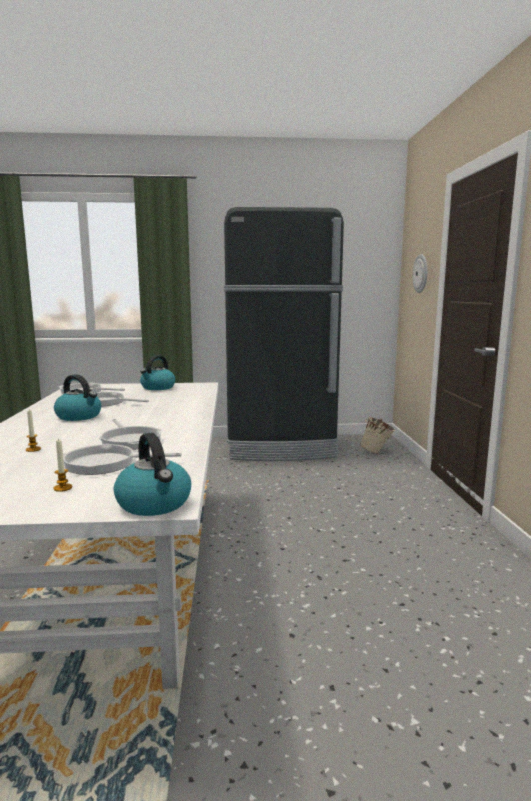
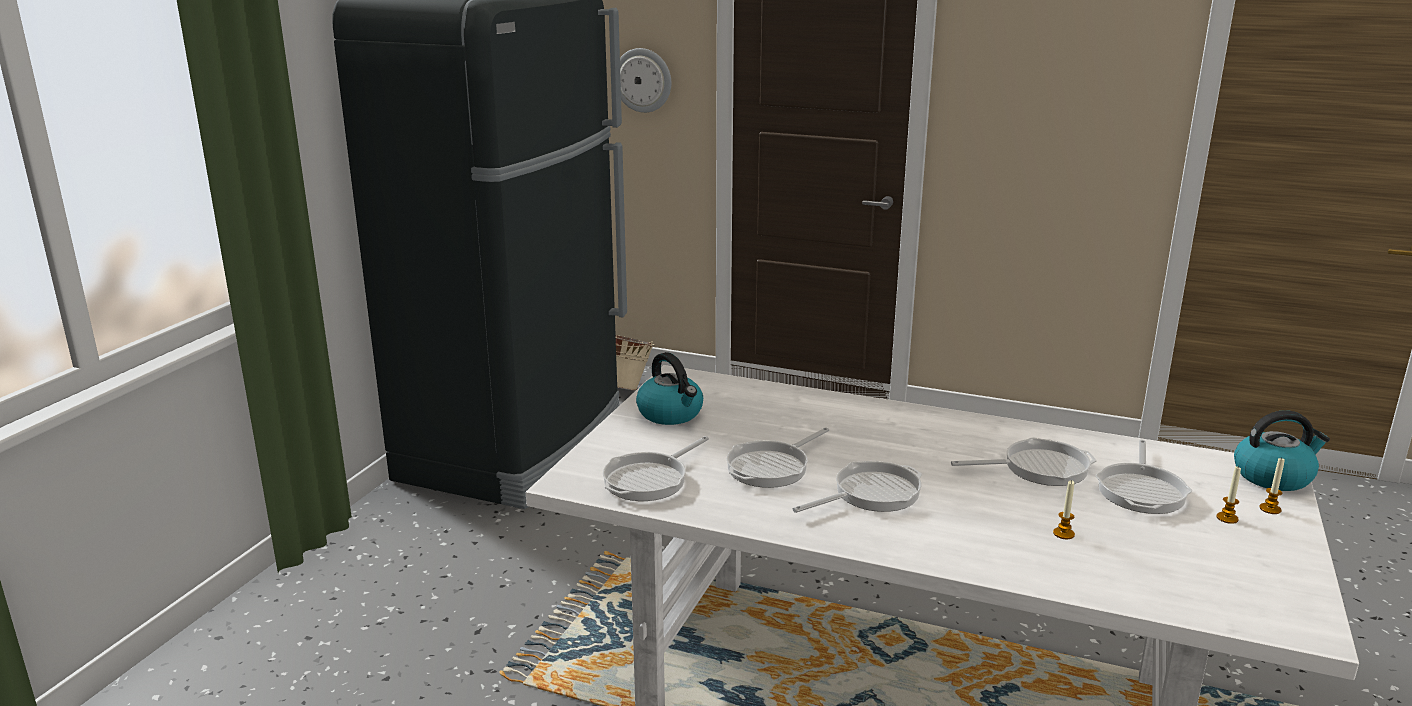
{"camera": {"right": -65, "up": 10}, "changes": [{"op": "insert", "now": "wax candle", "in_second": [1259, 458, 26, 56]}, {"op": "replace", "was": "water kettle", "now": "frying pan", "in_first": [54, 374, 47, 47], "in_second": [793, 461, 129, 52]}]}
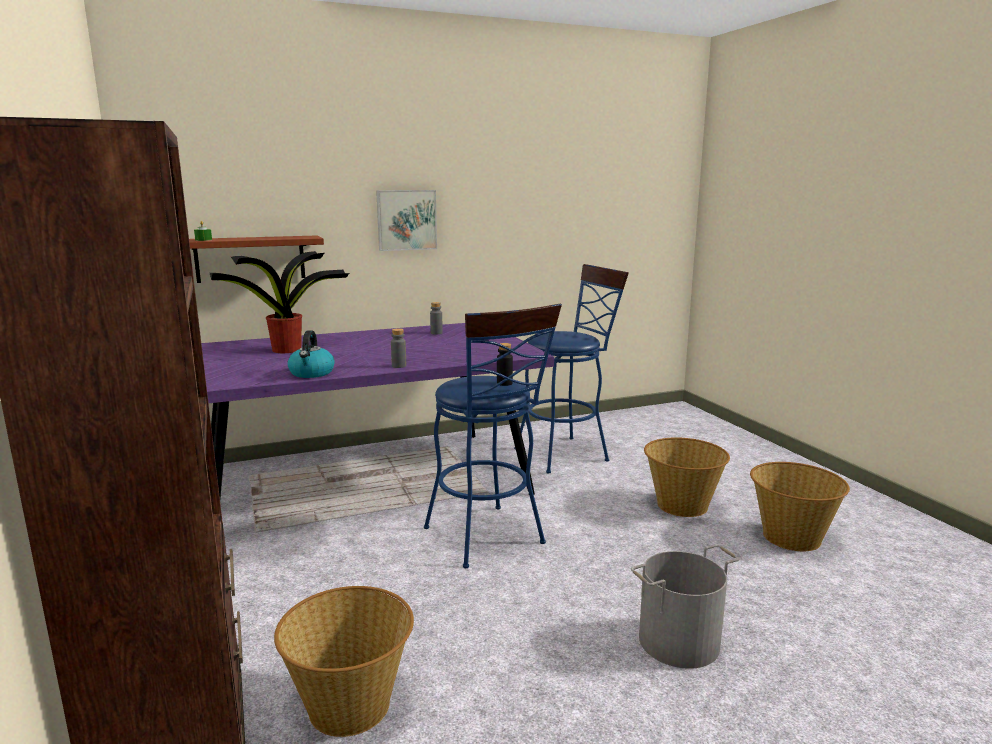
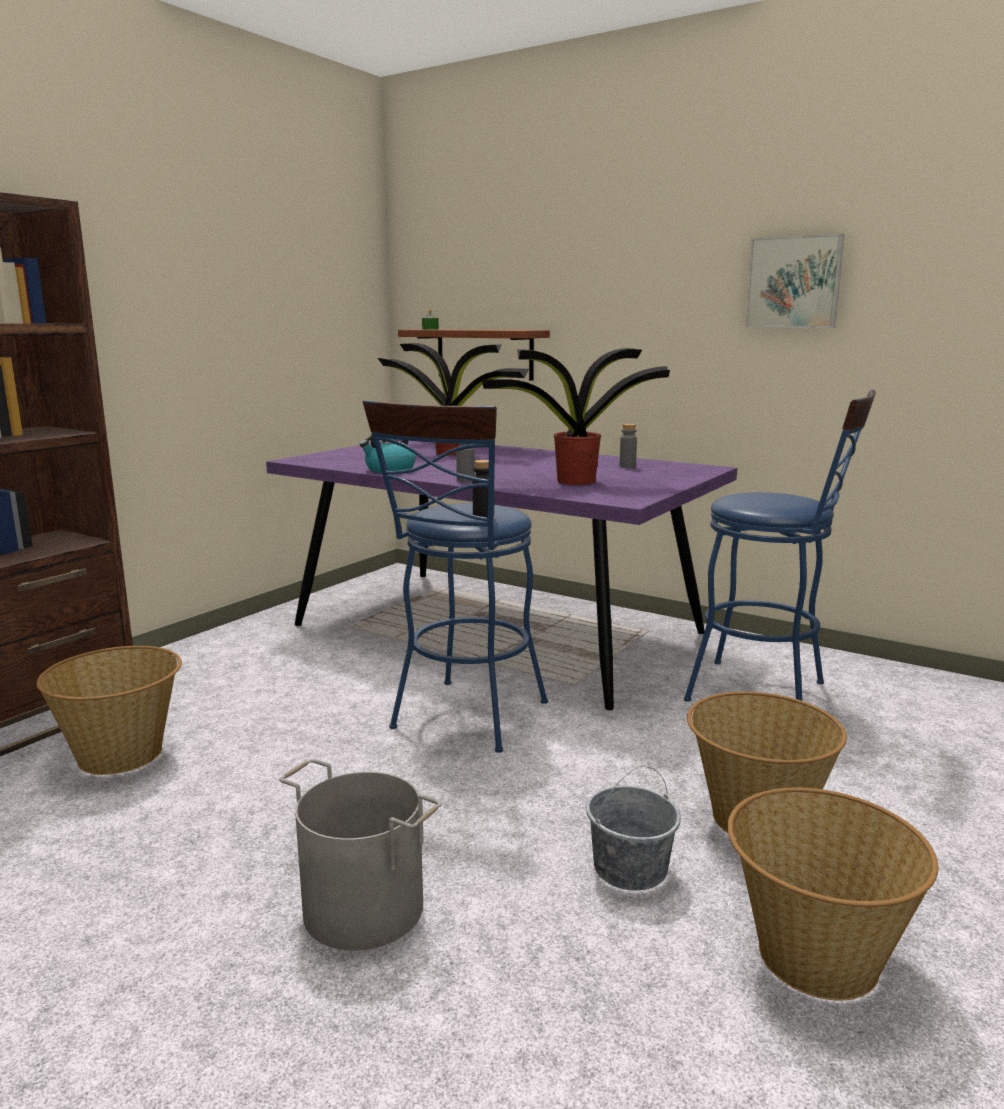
{"camera": {"right": 55, "up": 0}, "changes": [{"op": "insert", "now": "potted plant", "in_second": [482, 348, 188, 137]}, {"op": "insert", "now": "pail/gray", "in_second": [586, 766, 95, 125]}, {"op": "move", "was": "picture", "in_first": [376, 190, 61, 61], "in_second": [745, 234, 100, 94]}]}
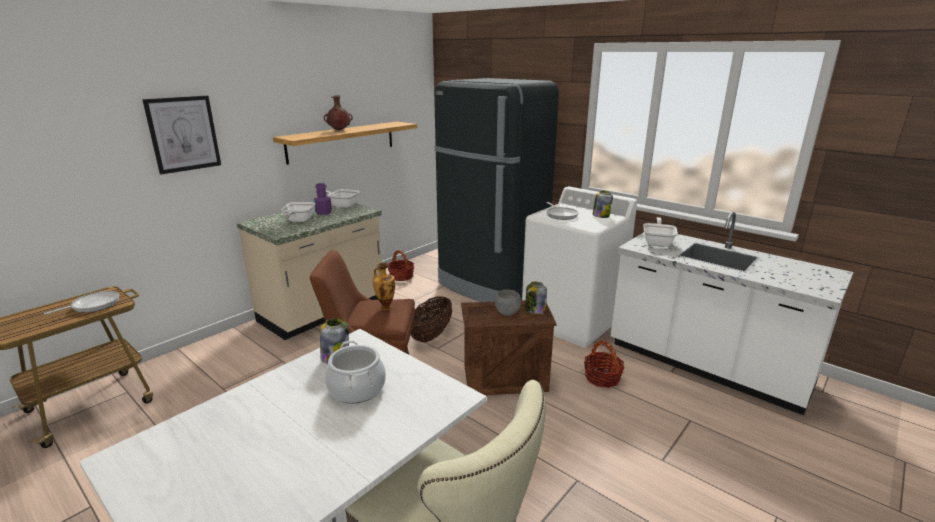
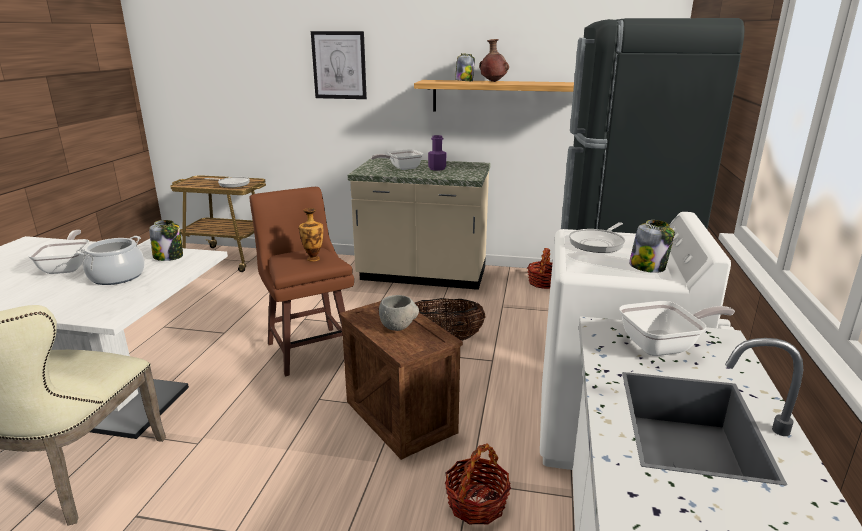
{"camera": {"right": 60, "up": 0}, "changes": [{"op": "move", "was": "frying pan", "in_first": [315, 189, 45, 19], "in_second": [28, 230, 61, 44]}, {"op": "move", "was": "storage jar", "in_first": [525, 282, 22, 32], "in_second": [455, 53, 20, 28]}]}
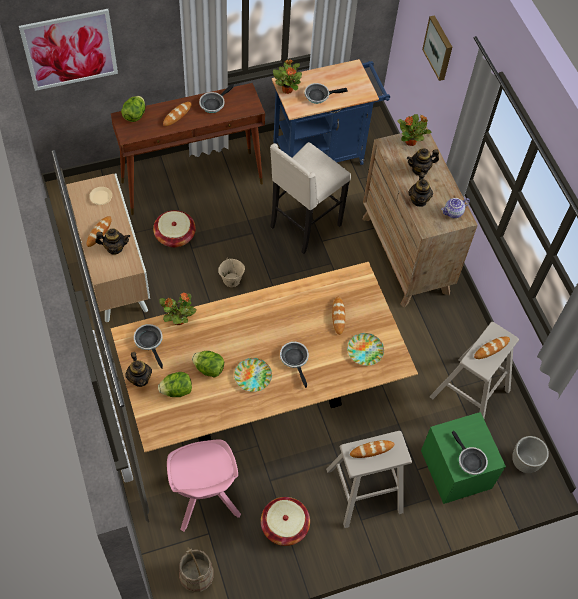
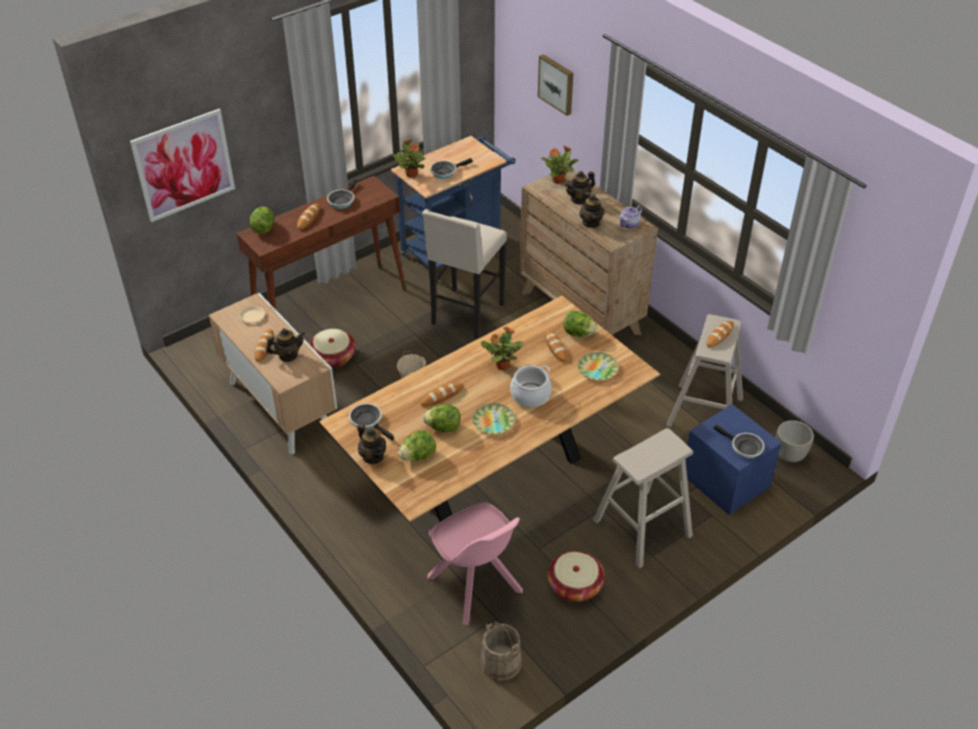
{"camera": {"right": -15, "up": -15}, "changes": [{"op": "insert", "now": "lettuce head", "in_second": [564, 311, 34, 26]}, {"op": "move", "was": "potted plant", "in_first": [159, 292, 38, 33], "in_second": [481, 327, 43, 43]}, {"op": "move", "was": "bakery bread", "in_first": [350, 440, 44, 18], "in_second": [421, 383, 42, 24]}, {"op": "replace", "was": "frying pan", "now": "cooking pot", "in_first": [280, 342, 29, 46], "in_second": [510, 365, 41, 42]}, {"op": "recolor", "was": "night table/greenish", "now": "night table/blue-coloured", "in_first": [421, 412, 85, 92], "in_second": [685, 404, 97, 111]}]}
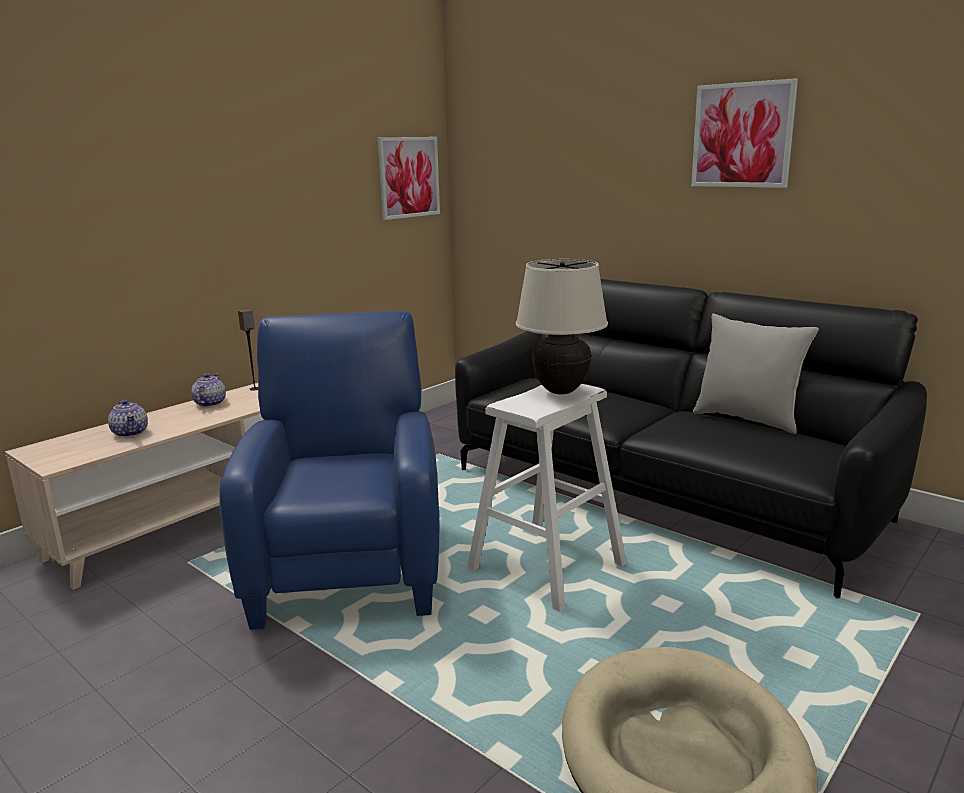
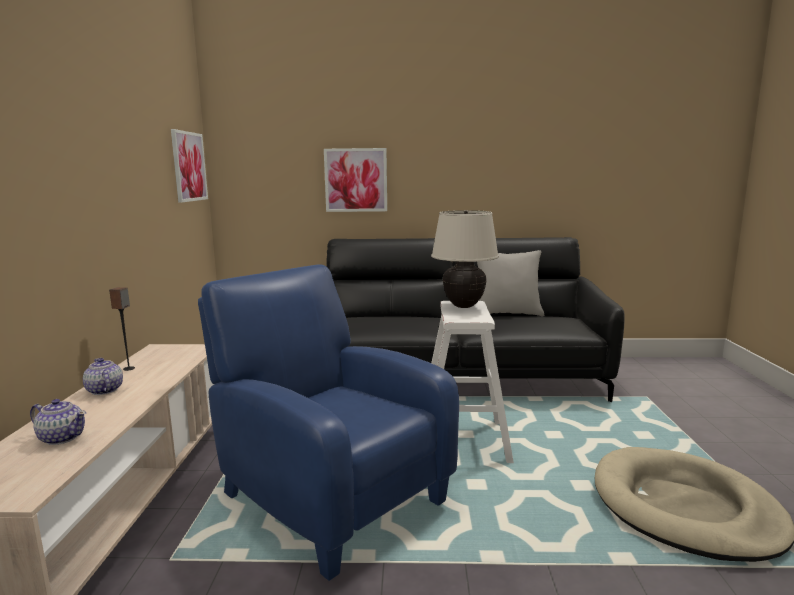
{"camera": {"right": -40, "up": -5}, "changes": [{"op": "move", "was": "picture", "in_first": [691, 78, 107, 110], "in_second": [324, 148, 63, 64]}]}
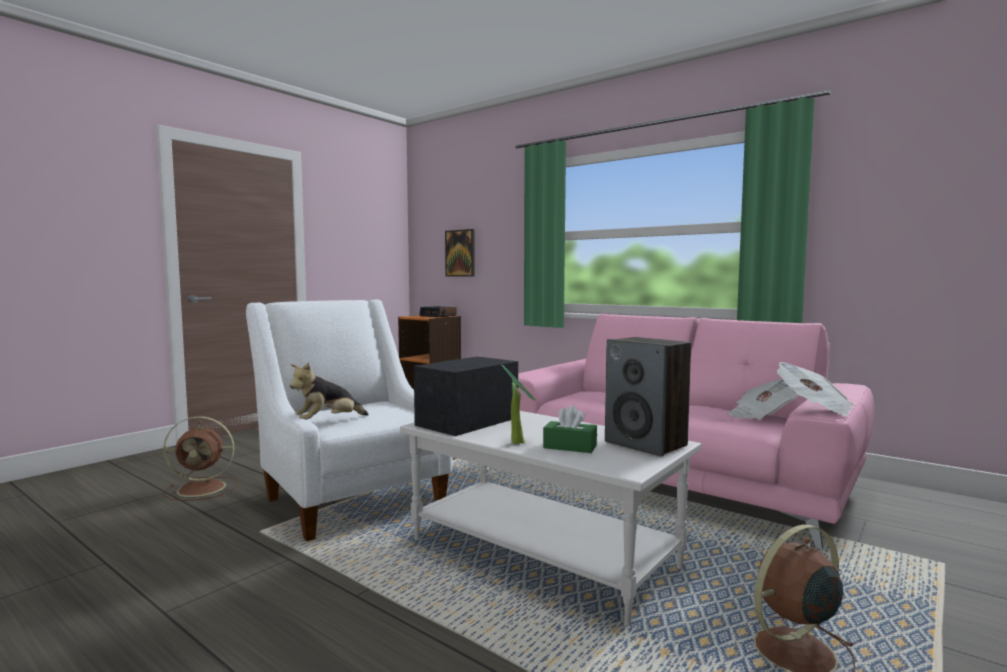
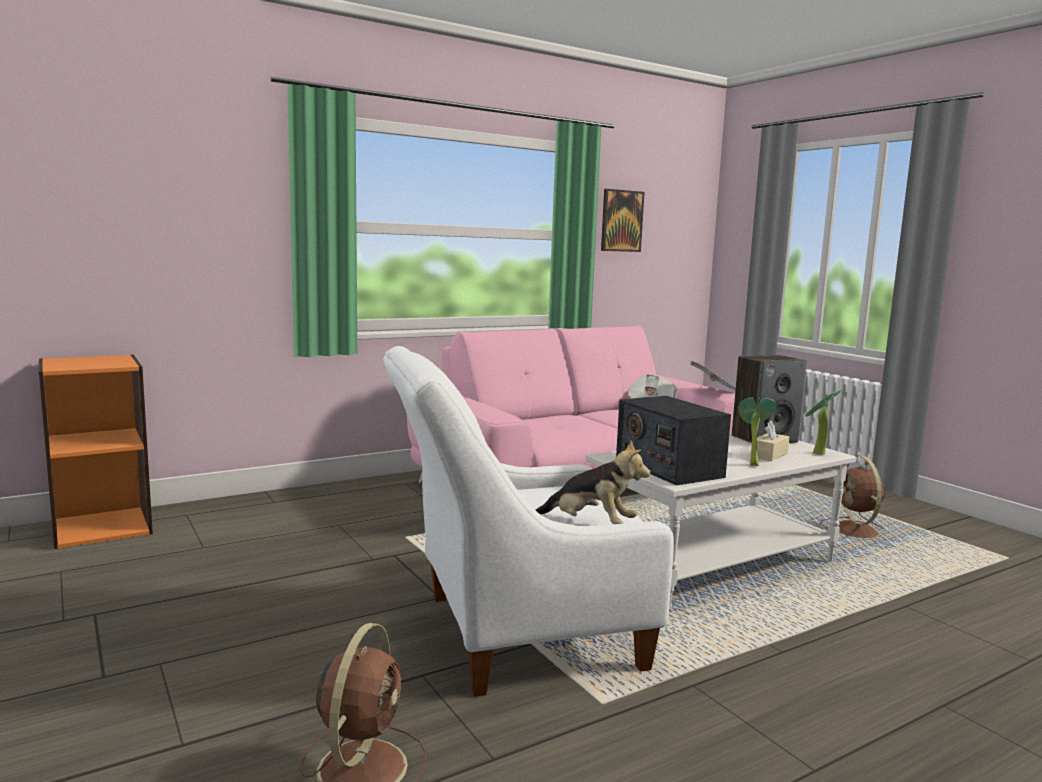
{"camera": {"right": -70, "up": 5}, "changes": [{"op": "delete", "was": "bedside clock", "in_first": [419, 306, 37, 11]}, {"op": "insert", "now": "potted plant", "in_second": [805, 390, 37, 65]}, {"op": "move", "was": "picture", "in_first": [445, 229, 30, 47], "in_second": [601, 189, 44, 63]}, {"op": "recolor", "was": "tissue box/greenish", "now": "tissue box/sand-coloured", "in_first": [543, 405, 54, 48], "in_second": [750, 421, 39, 40]}, {"op": "rotate", "was": "soft toy", "in_first": [290, 363, 79, 57], "in_second": [536, 441, 114, 83], "clockwise": -45}]}
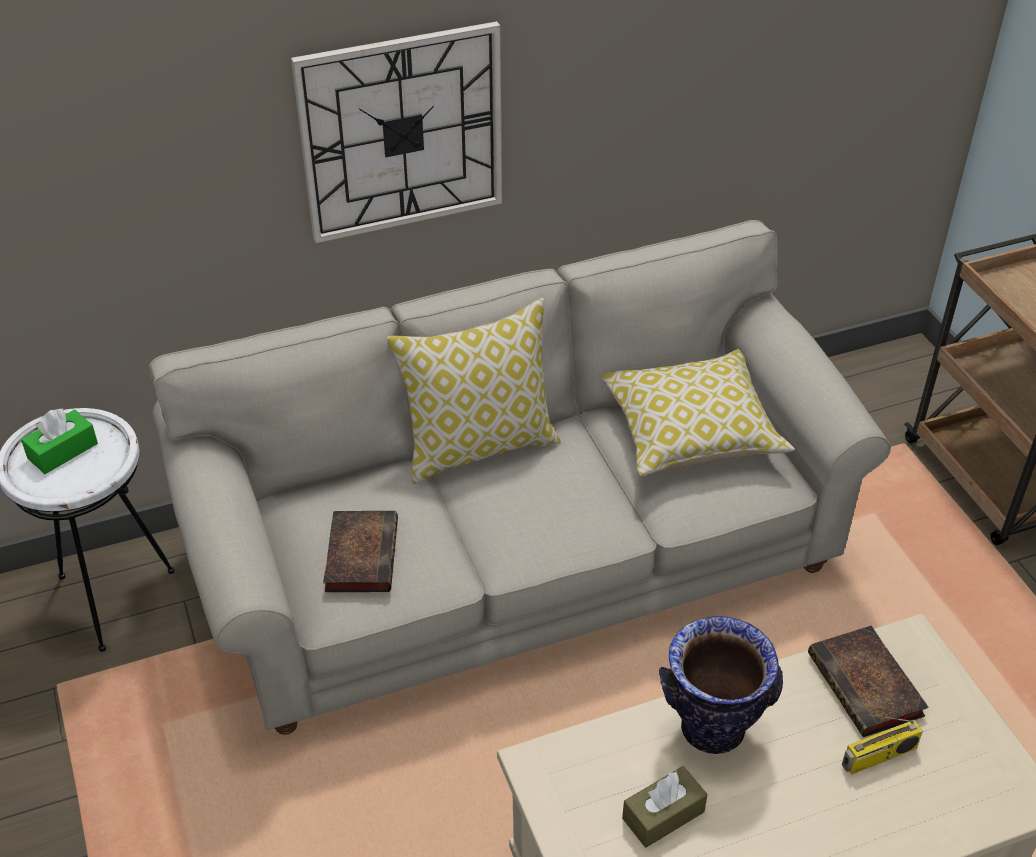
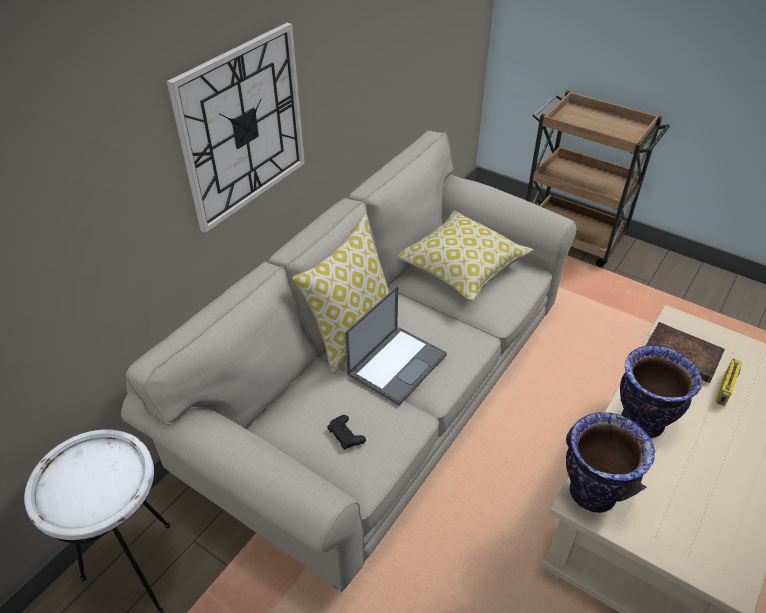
{"camera": {"right": -35, "up": 0}, "changes": [{"op": "delete", "was": "tissue box/greenish", "in_first": [21, 408, 77, 66]}, {"op": "delete", "was": "tissue box/brown", "in_first": [622, 766, 86, 82]}, {"op": "insert", "now": "laptop", "in_second": [345, 286, 102, 119]}, {"op": "insert", "now": "decorative vase", "in_second": [566, 412, 89, 101]}, {"op": "replace", "was": "volume", "now": "game controller/black-coloured", "in_first": [323, 511, 75, 81], "in_second": [327, 415, 39, 35]}]}
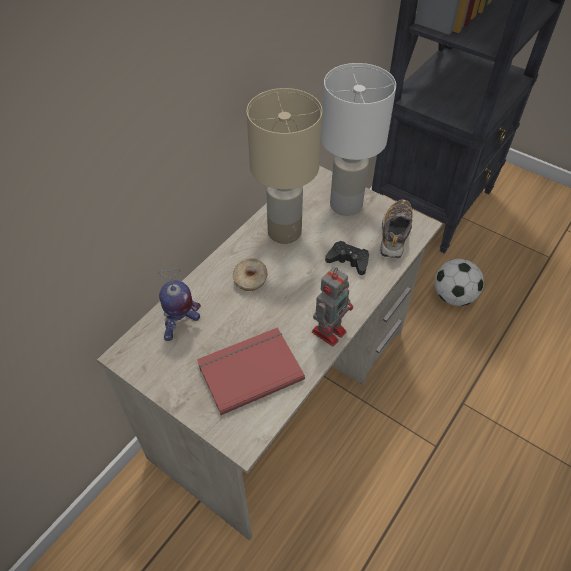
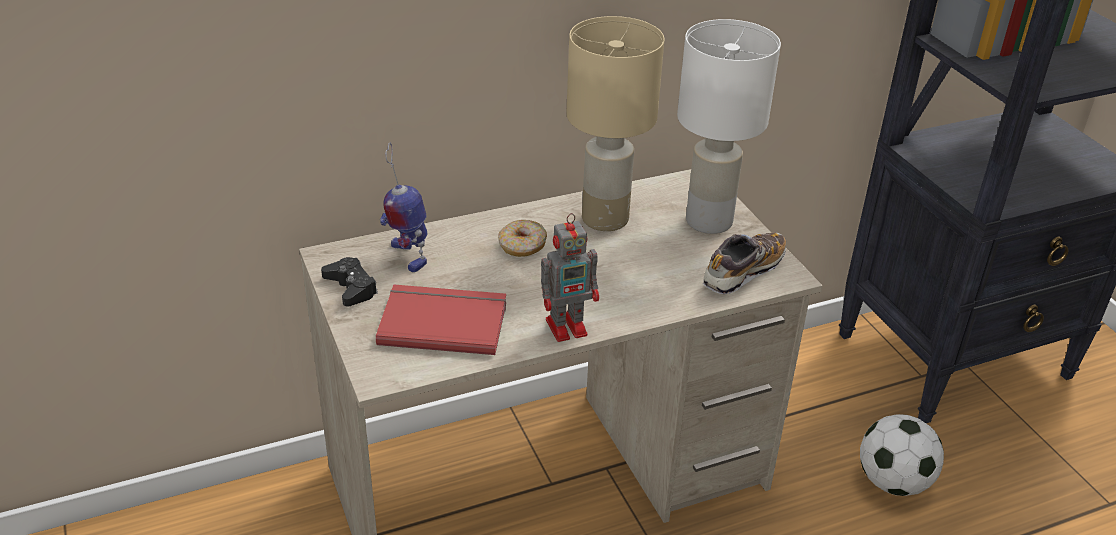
{"camera": {"right": 30, "up": -15}, "changes": [{"op": "move", "was": "game controller/black-coloured", "in_first": [325, 241, 44, 34], "in_second": [321, 257, 57, 50]}, {"op": "rotate", "was": "robot figure", "in_first": [158, 268, 43, 73], "in_second": [380, 143, 48, 129], "clockwise": 75}]}
